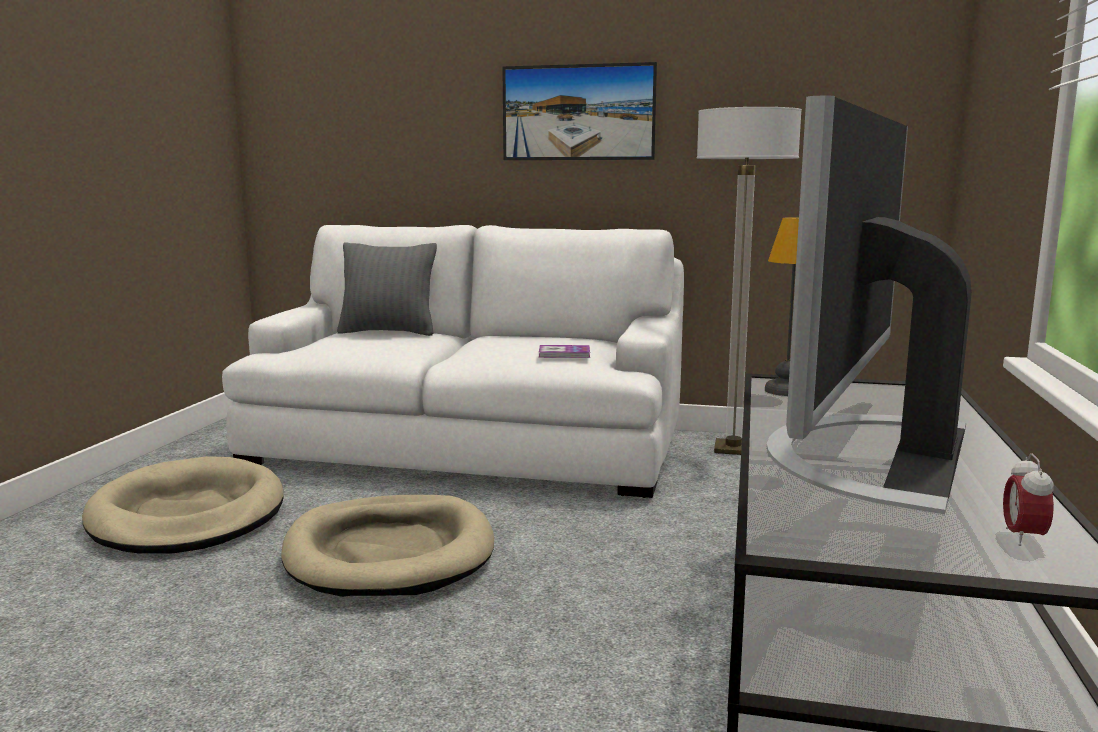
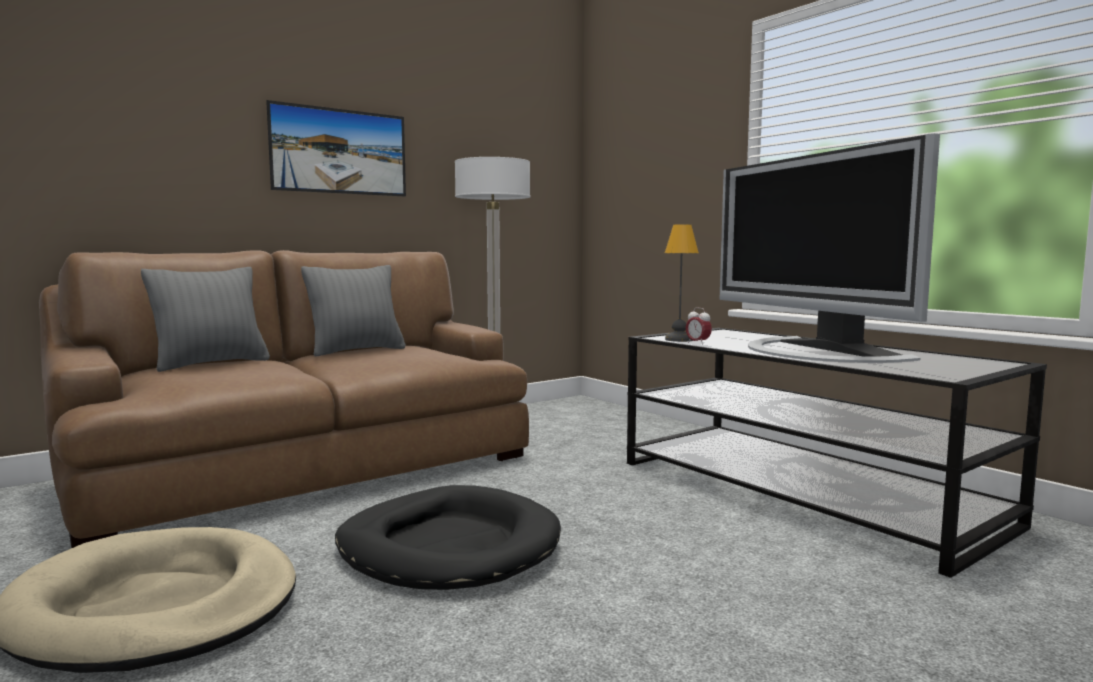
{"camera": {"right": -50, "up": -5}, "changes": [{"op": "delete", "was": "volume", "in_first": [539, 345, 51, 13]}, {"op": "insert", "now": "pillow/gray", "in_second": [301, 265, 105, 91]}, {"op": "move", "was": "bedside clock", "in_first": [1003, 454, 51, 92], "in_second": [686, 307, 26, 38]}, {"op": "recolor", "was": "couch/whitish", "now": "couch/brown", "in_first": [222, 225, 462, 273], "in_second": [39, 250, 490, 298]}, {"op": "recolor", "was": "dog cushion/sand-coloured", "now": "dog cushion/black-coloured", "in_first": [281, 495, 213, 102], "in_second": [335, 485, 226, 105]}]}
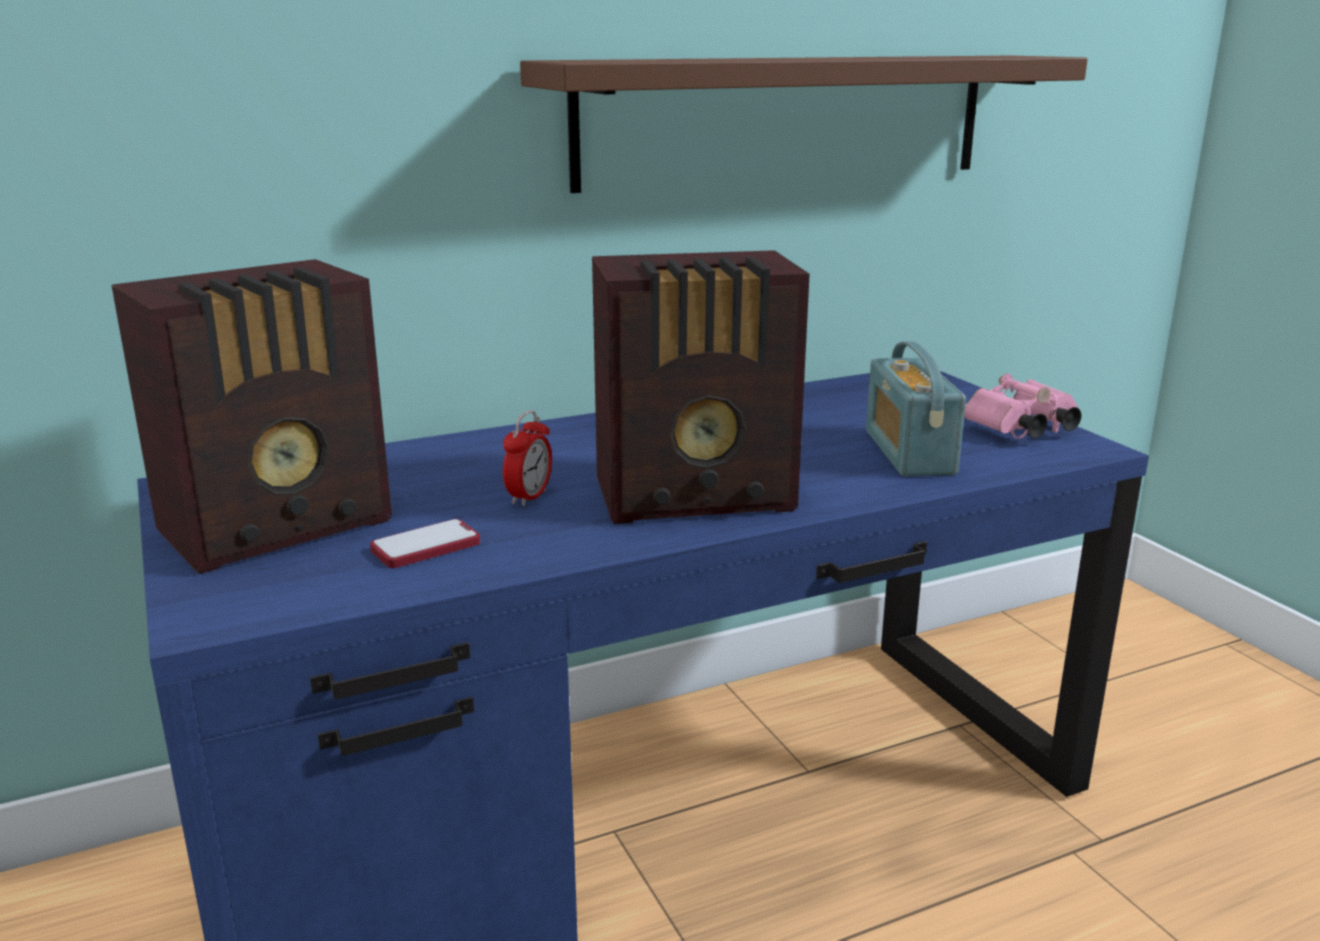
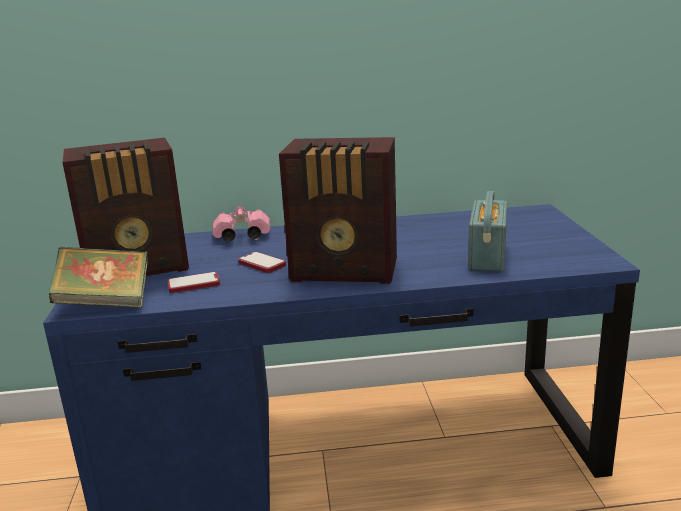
{"camera": {"right": 20, "up": 0}, "changes": [{"op": "delete", "was": "wall shelf/brown", "in_first": [520, 56, 568, 137]}, {"op": "insert", "now": "volume", "in_second": [49, 247, 99, 61]}, {"op": "move", "was": "field glasses/pink", "in_first": [964, 374, 117, 65], "in_second": [213, 206, 57, 36]}, {"op": "replace", "was": "bedside clock", "now": "phone", "in_first": [503, 411, 49, 95], "in_second": [238, 252, 48, 21]}]}
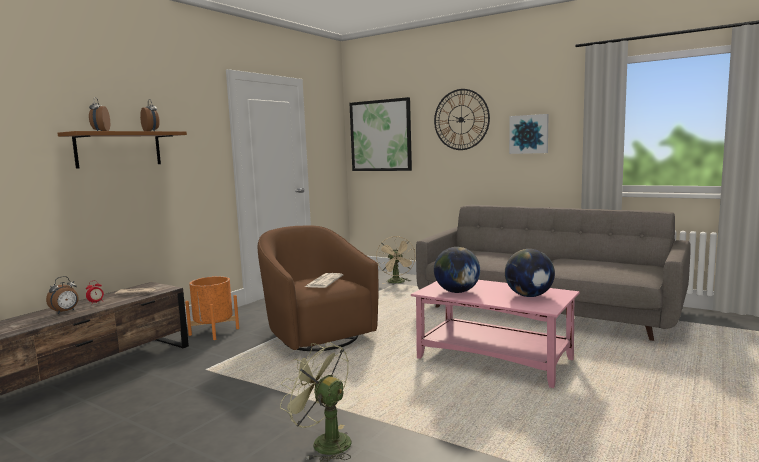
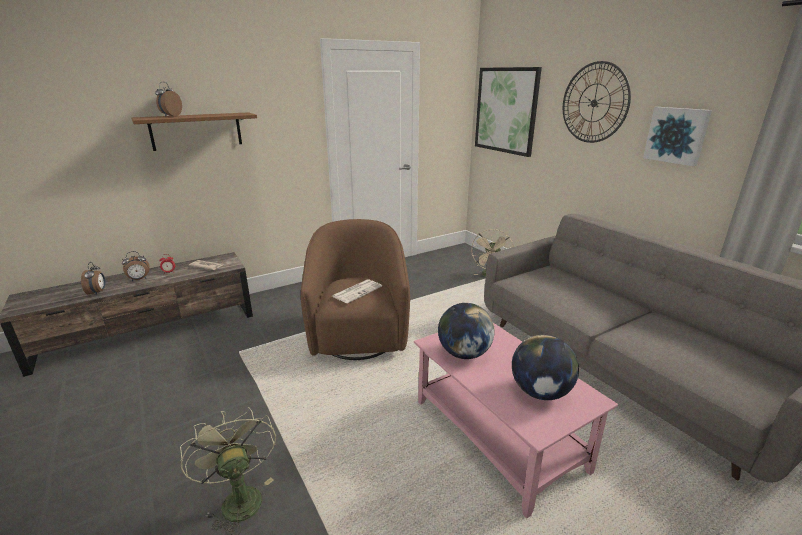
{"camera": {"right": 25, "up": 15}, "changes": [{"op": "delete", "was": "planter/orange-coloured", "in_first": [185, 276, 54, 64]}, {"op": "move", "was": "bedside clock", "in_first": [140, 99, 20, 32], "in_second": [81, 262, 24, 34]}]}
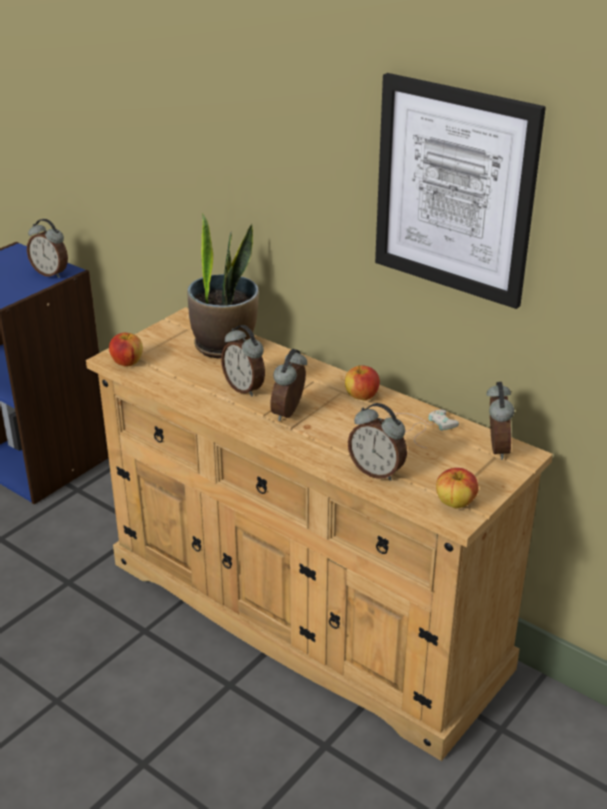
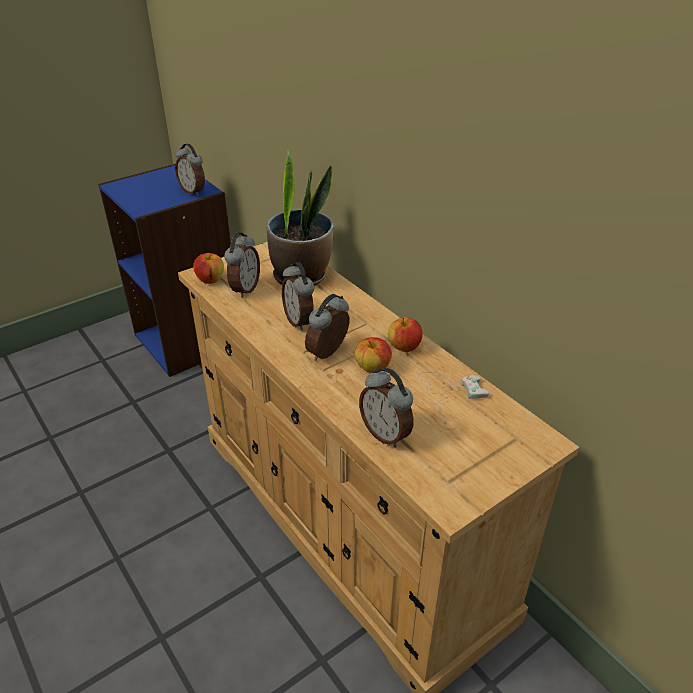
{"camera": {"right": 15, "up": 5}, "changes": [{"op": "delete", "was": "picture", "in_first": [375, 73, 171, 236]}, {"op": "move", "was": "whole apple", "in_first": [436, 468, 42, 41], "in_second": [355, 337, 37, 36]}, {"op": "move", "was": "bedside clock", "in_first": [486, 382, 28, 78], "in_second": [224, 232, 36, 66]}]}
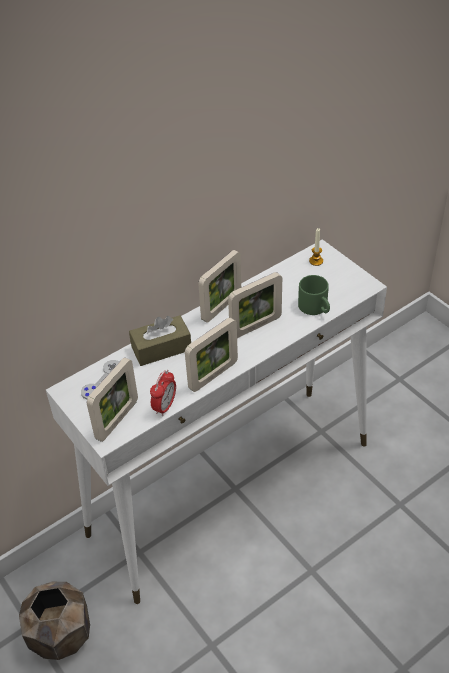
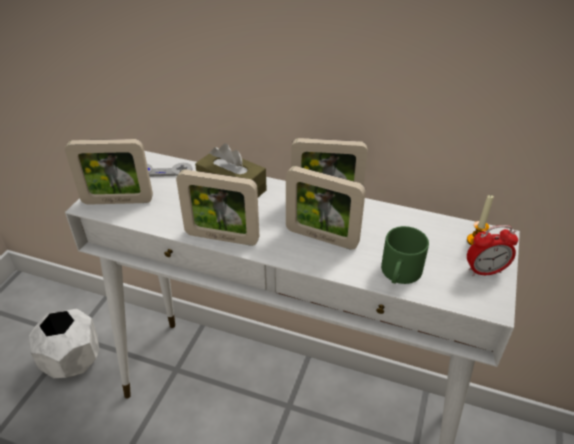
{"camera": {"right": 55, "up": -5}, "changes": [{"op": "move", "was": "bedside clock", "in_first": [150, 370, 26, 46], "in_second": [467, 225, 51, 51]}, {"op": "recolor", "was": "planter/brown", "now": "planter/whitish", "in_first": [19, 582, 71, 78], "in_second": [29, 308, 70, 70]}]}
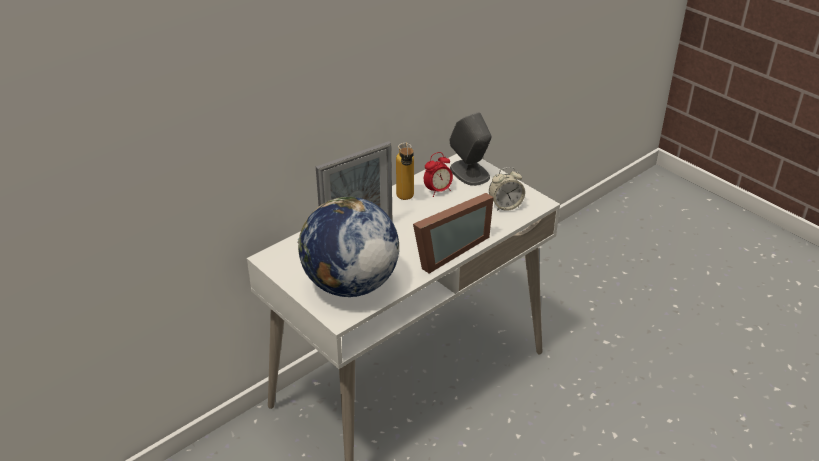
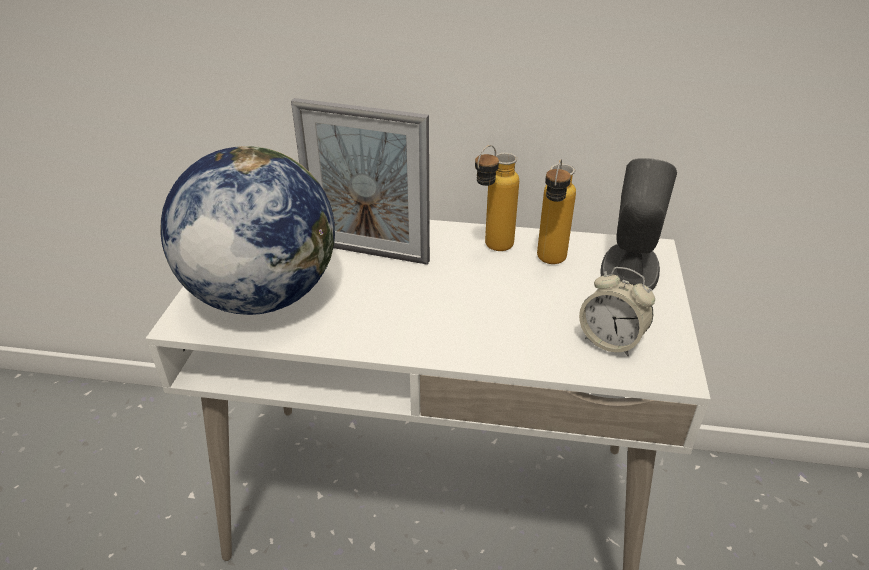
{"camera": {"right": 50, "up": 0}, "changes": [{"op": "delete", "was": "photo frame", "in_first": [413, 193, 81, 81]}, {"op": "replace", "was": "bedside clock", "now": "drink bottle", "in_first": [424, 152, 29, 45], "in_second": [537, 159, 39, 105]}]}
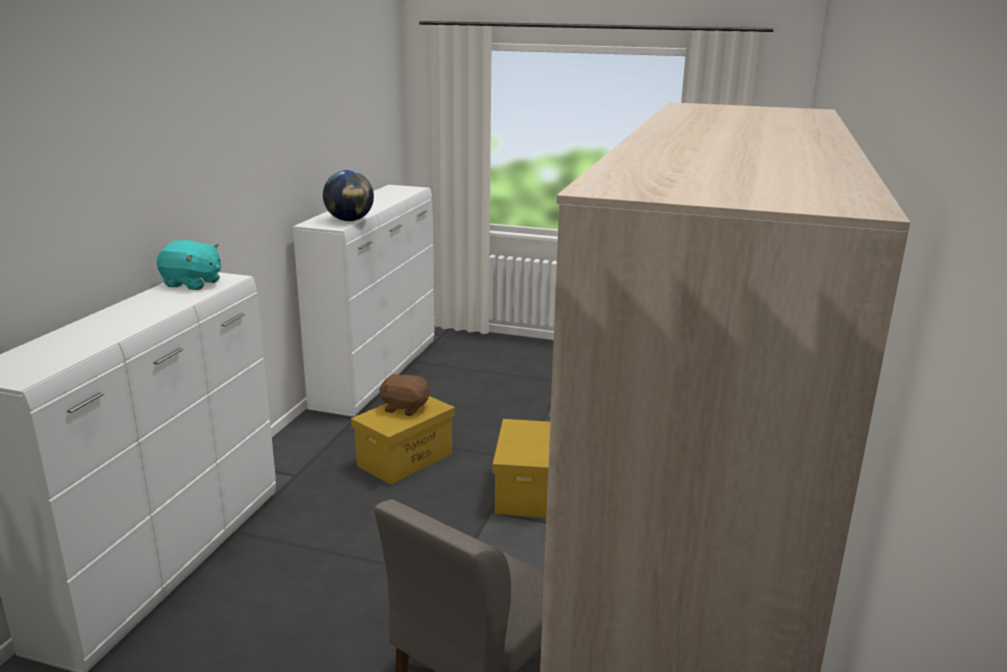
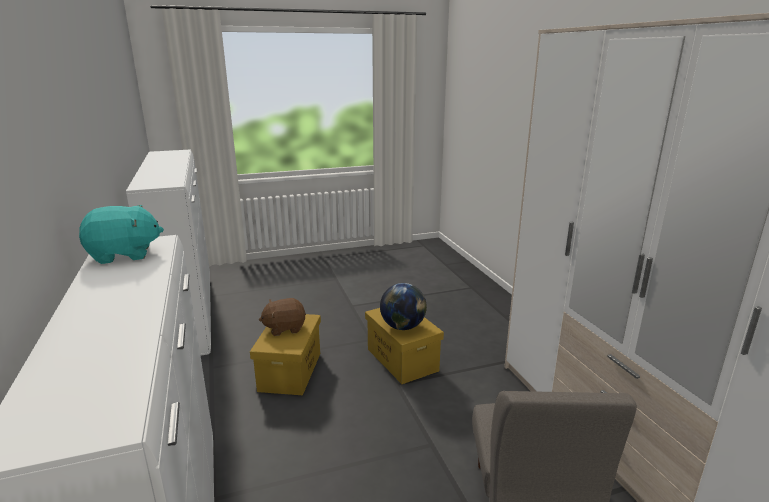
{"camera": {"right": -35, "up": 0}, "changes": [{"op": "move", "was": "world globe", "in_first": [323, 170, 51, 51], "in_second": [380, 283, 47, 47]}]}
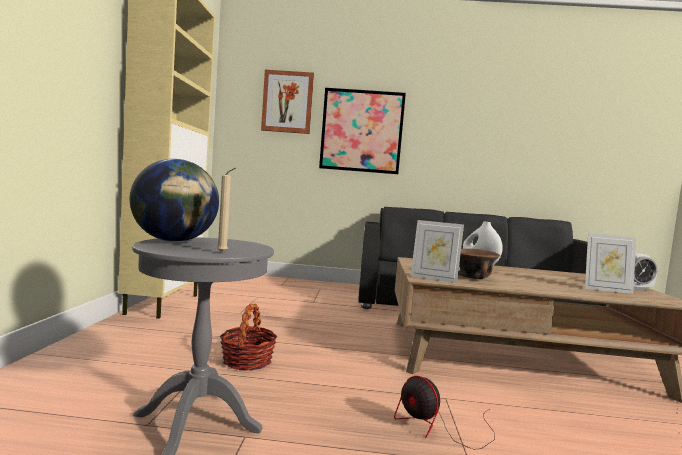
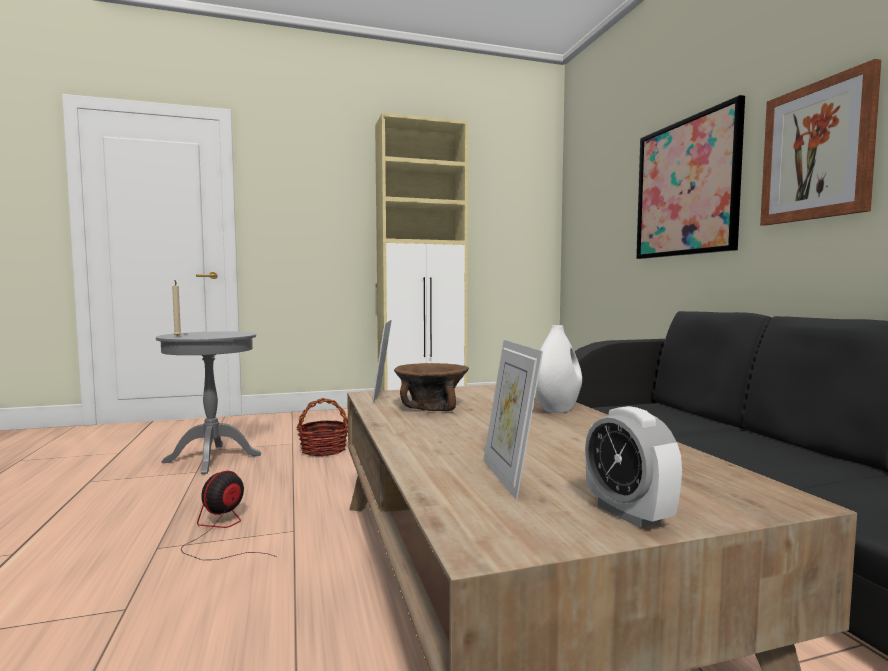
{"camera": {"right": 70, "up": 0}, "changes": [{"op": "delete", "was": "world globe", "in_first": [130, 159, 89, 83]}, {"op": "move", "was": "picture", "in_first": [261, 70, 53, 64], "in_second": [760, 59, 122, 167]}]}
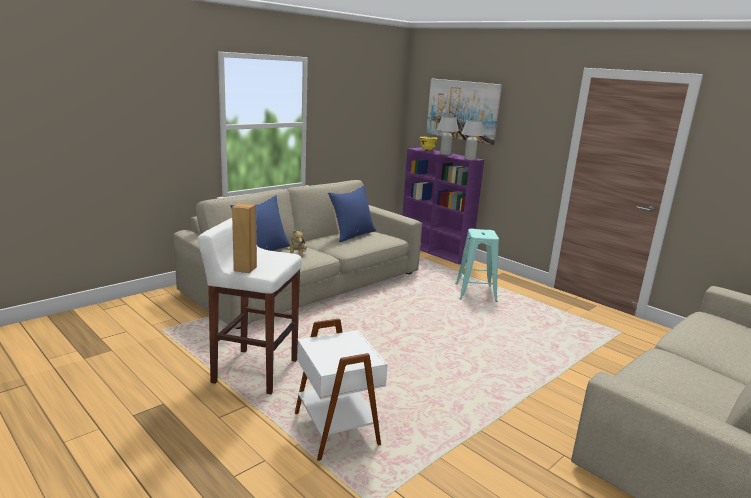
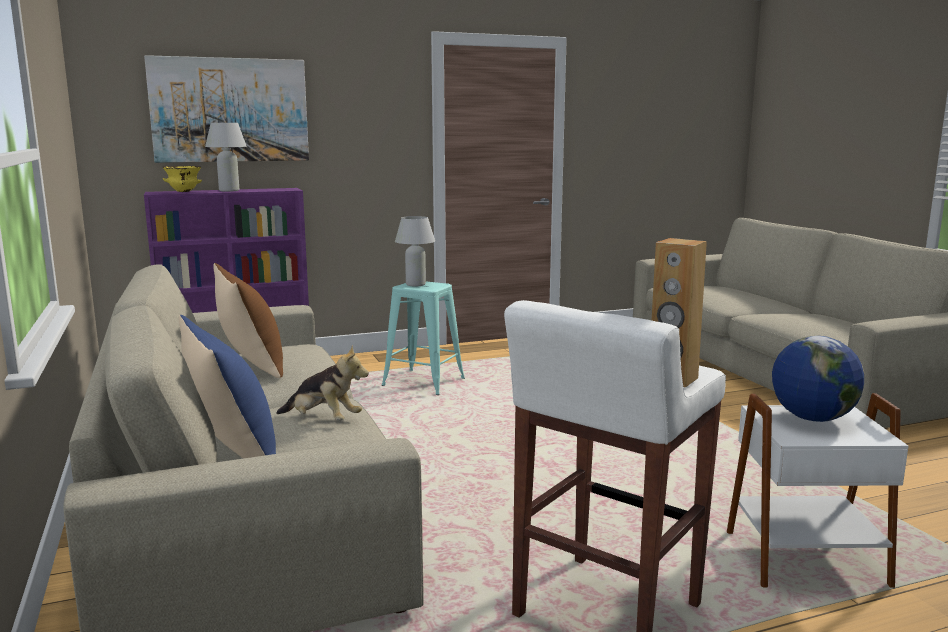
{"camera": {"right": -65, "up": -5}, "changes": [{"op": "insert", "now": "world globe", "in_second": [772, 336, 92, 86]}, {"op": "move", "was": "lamp for a table/whitish", "in_first": [461, 120, 23, 40], "in_second": [395, 216, 40, 71]}, {"op": "recolor", "was": "pillow/blue-coloured", "now": "pillow/brown", "in_first": [328, 185, 48, 57], "in_second": [213, 263, 70, 115]}]}
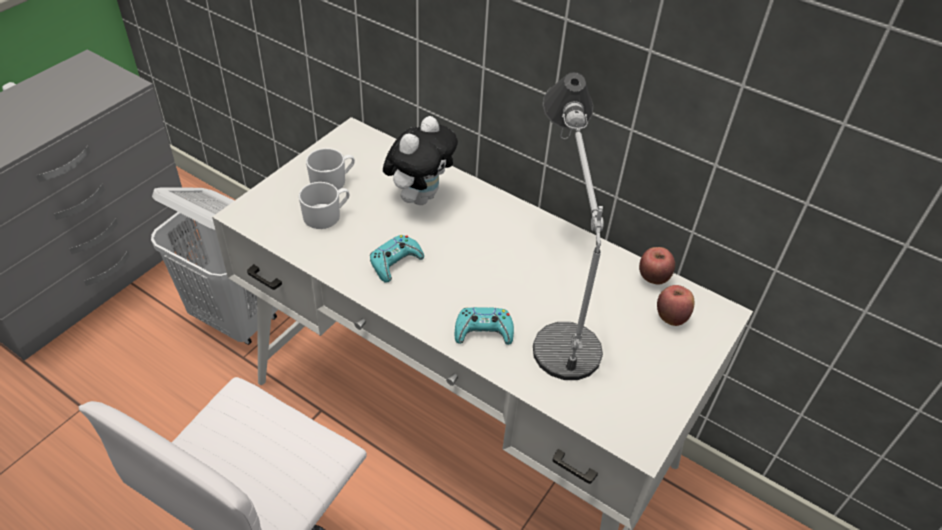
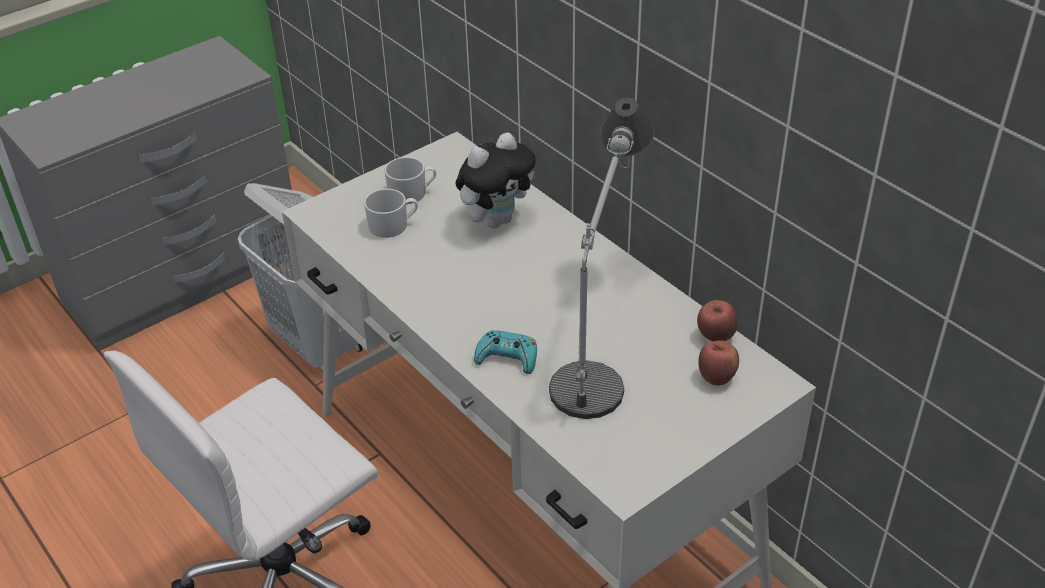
{"camera": {"right": 20, "up": -5}, "changes": [{"op": "delete", "was": "game controller/turquoise", "in_first": [370, 235, 54, 48]}]}
